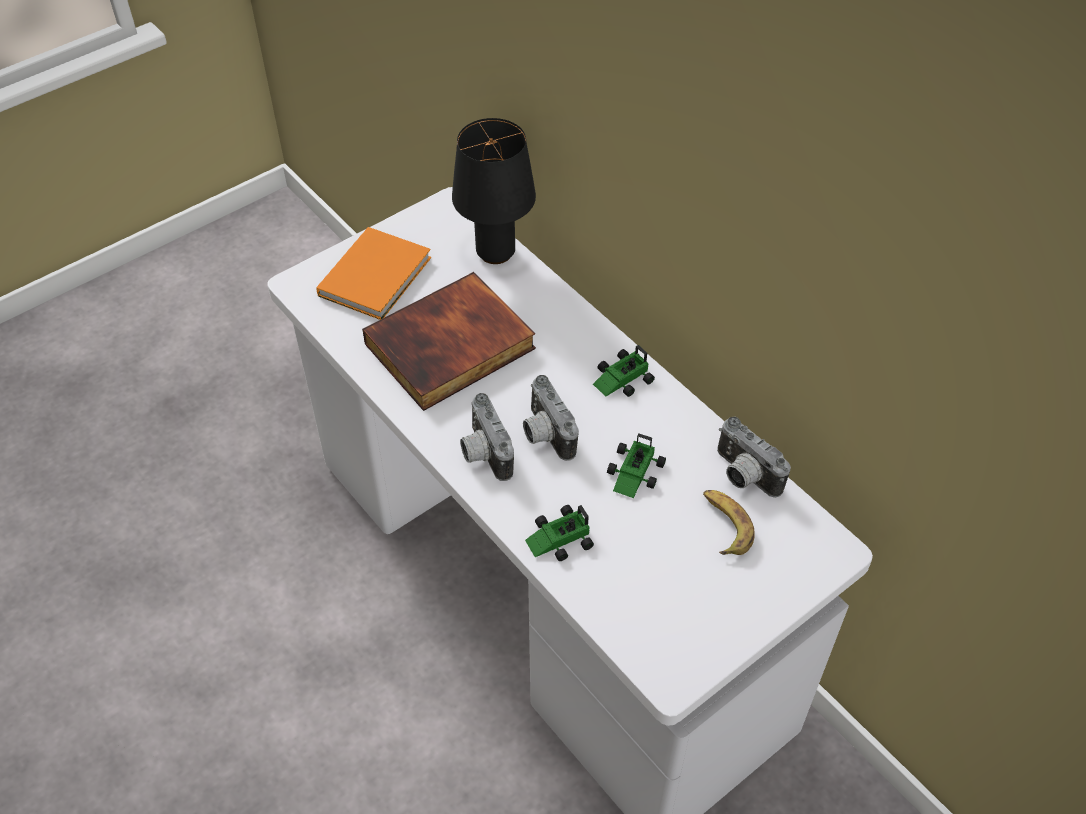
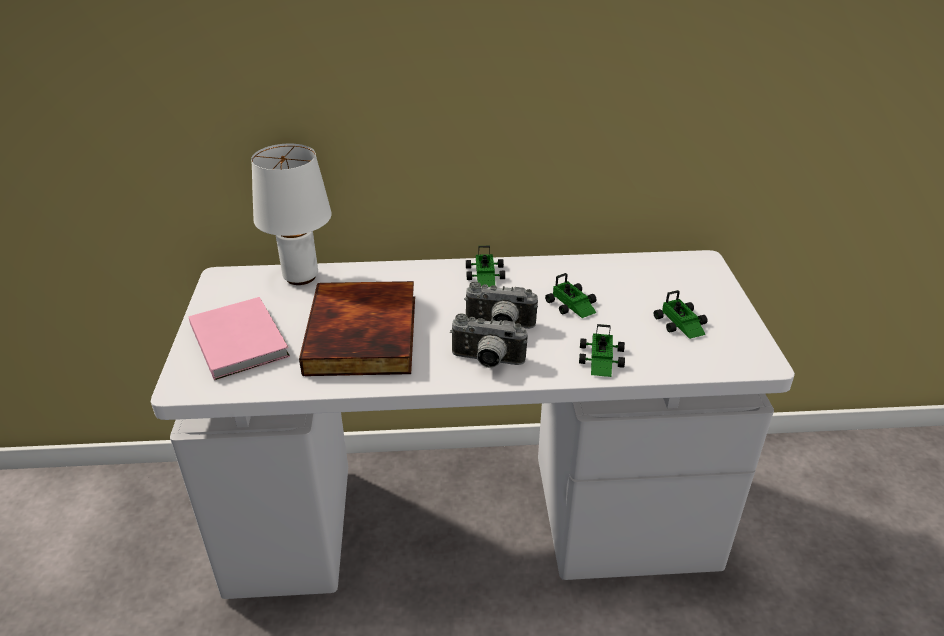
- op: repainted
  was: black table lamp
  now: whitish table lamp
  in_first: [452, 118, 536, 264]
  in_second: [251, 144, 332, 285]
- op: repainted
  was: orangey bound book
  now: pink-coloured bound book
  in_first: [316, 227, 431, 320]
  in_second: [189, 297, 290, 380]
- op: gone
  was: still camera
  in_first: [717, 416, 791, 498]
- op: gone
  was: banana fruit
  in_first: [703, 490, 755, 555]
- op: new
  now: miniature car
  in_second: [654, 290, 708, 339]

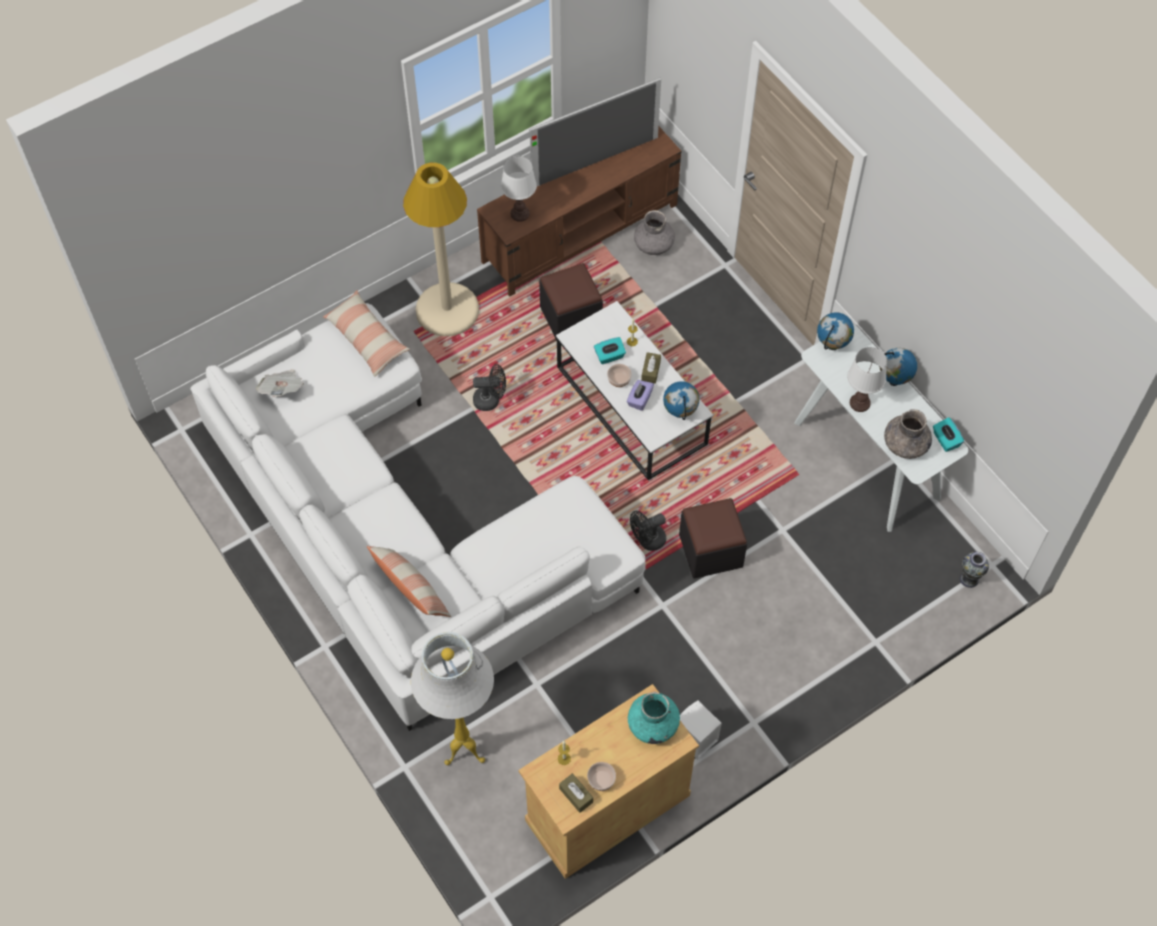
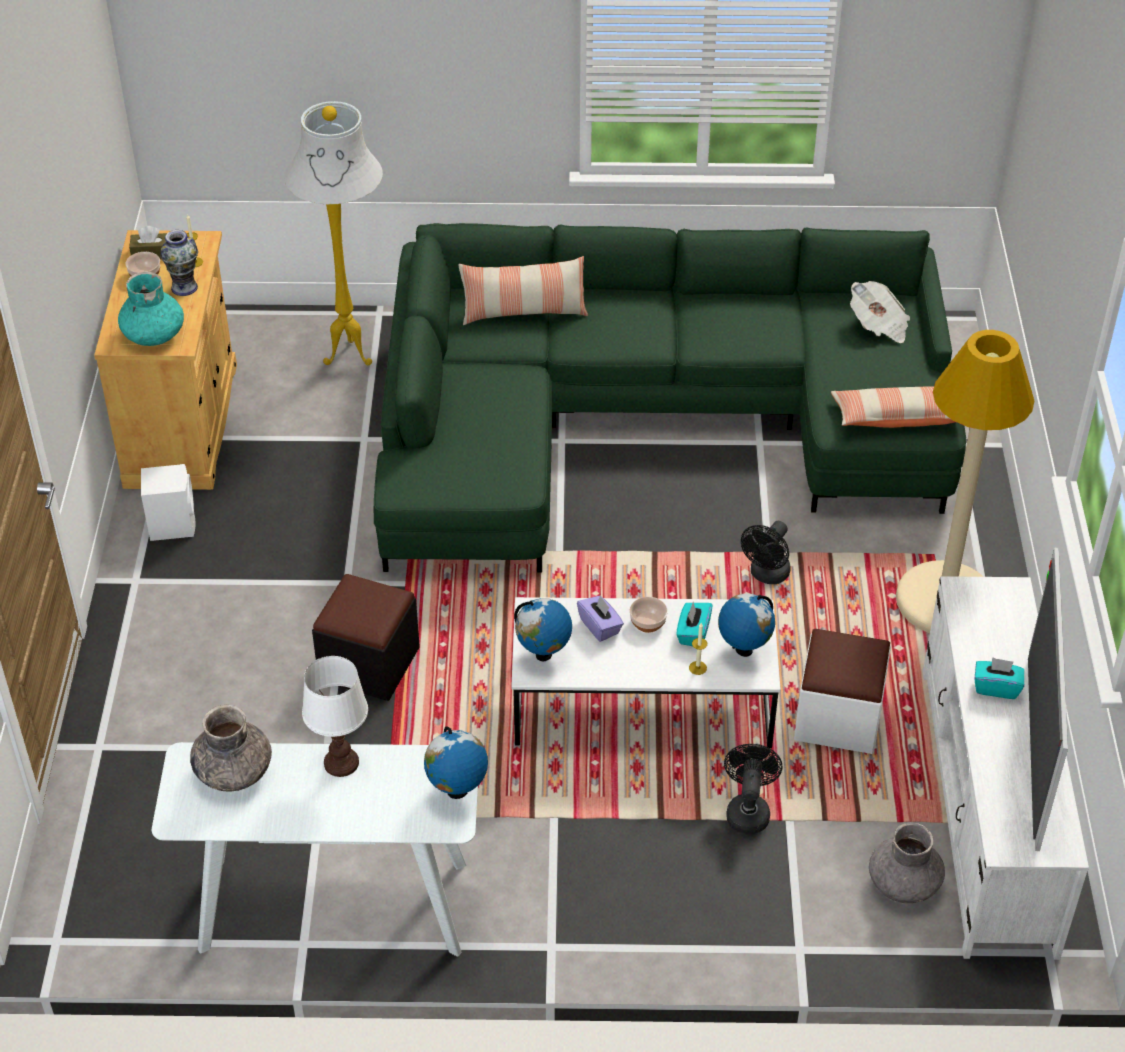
- op: repainted
  was: brown tv stand
  now: whitish tv stand
  in_first: [477, 127, 681, 297]
  in_second: [923, 576, 1089, 960]
- op: gone
  was: whitish table lamp
  in_first: [501, 156, 537, 222]
- op: repainted
  was: black pouffe
  now: whitish pouffe
  in_first: [539, 263, 603, 341]
  in_second: [794, 629, 891, 754]
- op: repainted
  was: whitish couch
  now: green-coloured couch
  in_first: [190, 303, 646, 731]
  in_second: [374, 223, 966, 572]
- op: shifted
  was: world globe
  in_first: [879, 348, 917, 386]
  in_second: [718, 594, 775, 657]
- op: gone
  was: brown tissue holder
  in_first: [641, 352, 661, 384]
- op: shifted
  was: turquoise tissue holder
  in_first: [933, 417, 964, 452]
  in_second: [974, 657, 1024, 699]
- op: shifted
  was: black electric fan
  in_first: [630, 511, 666, 551]
  in_second: [724, 744, 782, 834]
- op: shifted
  was: flower vase
  in_first: [960, 552, 989, 588]
  in_second: [160, 230, 198, 296]

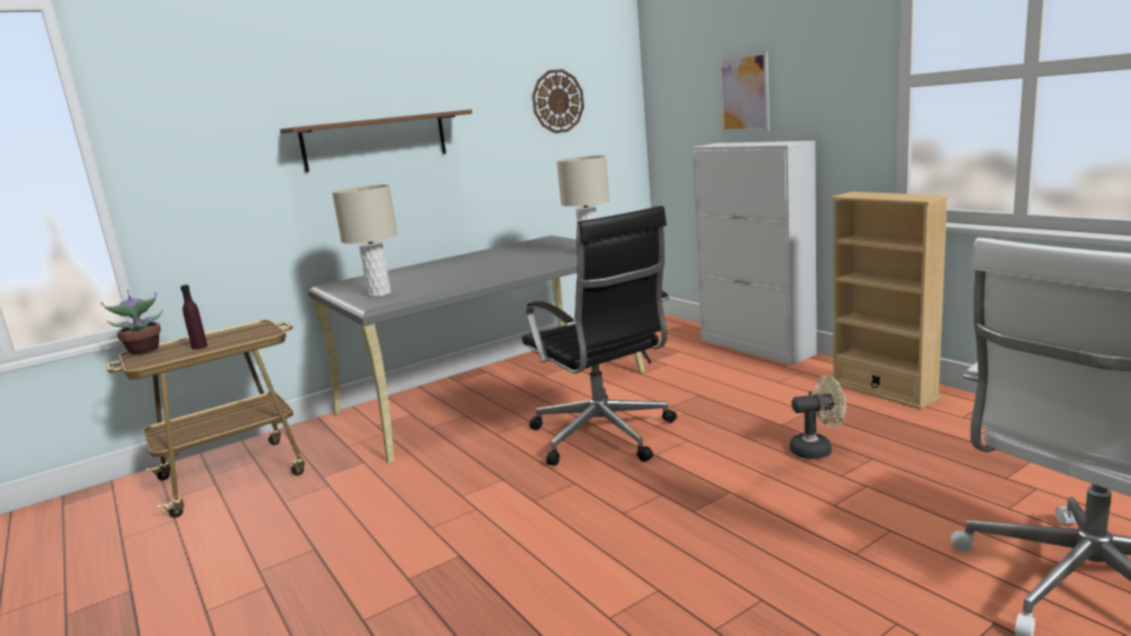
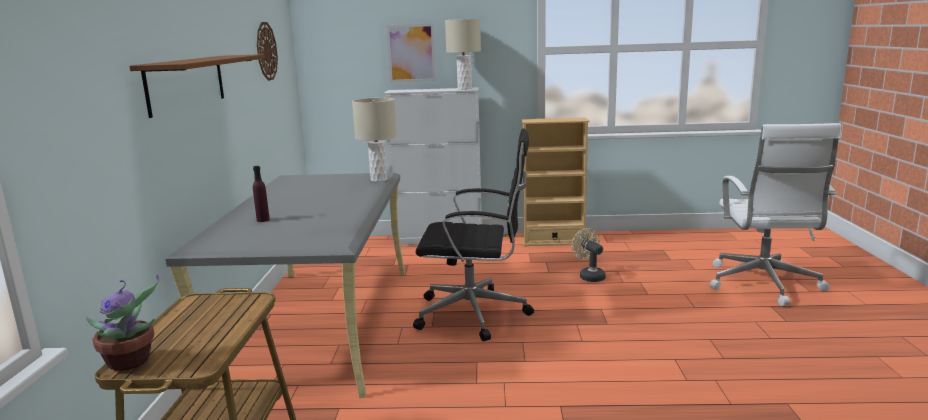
- op: shifted
  was: beige-coloured table lamp
  in_first: [332, 185, 398, 297]
  in_second: [445, 19, 481, 90]
- op: shifted
  was: purple bottle
  in_first: [181, 285, 208, 350]
  in_second: [253, 166, 270, 222]
- op: rotated
  was: beige-coloured electric fan
  in_first: [790, 375, 846, 459]
  in_second: [572, 228, 606, 282]
  clockwise: -60

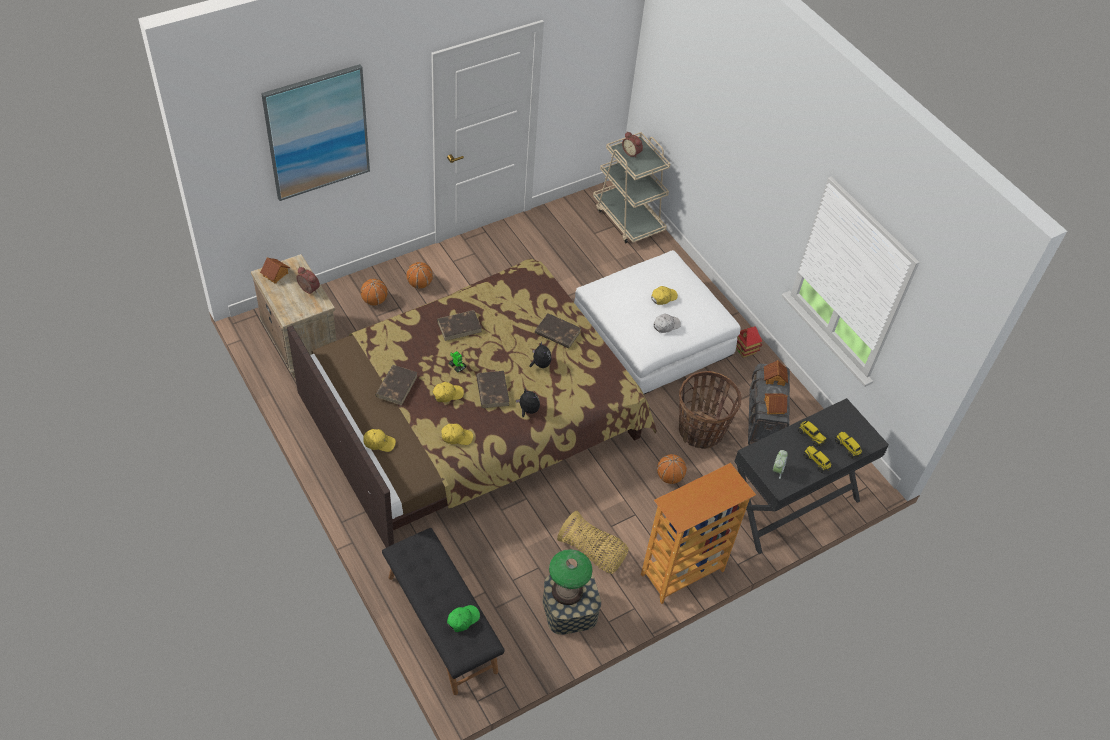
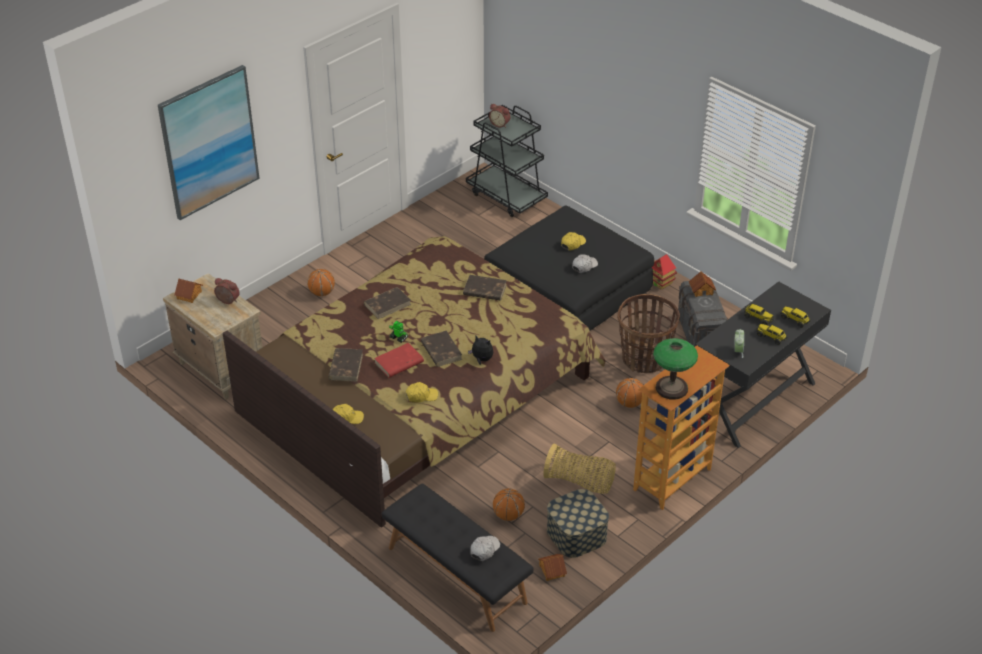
- op: repainted
  was: beige-coloured cart
  now: black cart
  in_first: [593, 132, 670, 243]
  in_second: [466, 105, 548, 217]
- op: repainted
  was: whitish pouffe
  now: black pouffe
  in_first: [574, 250, 741, 394]
  in_second: [484, 205, 654, 330]
- op: shifted
  was: ball for basketball
  in_first: [361, 279, 387, 305]
  in_second: [493, 488, 525, 521]
- op: gone
  was: cuddly toy
  in_first: [529, 341, 551, 368]
- op: swapped
  was: yellow-coloured peaked cap
  now: reddish bound book
  in_first: [433, 382, 464, 402]
  in_second: [374, 343, 424, 378]
- op: shifted
  was: toy house
  in_first: [764, 393, 788, 414]
  in_second: [538, 554, 567, 581]
- op: shifted
  was: table lamp
  in_first: [549, 549, 593, 605]
  in_second: [653, 338, 698, 400]
- op: repainted
  was: green-coloured peaked cap
  now: whitish peaked cap
  in_first: [447, 605, 480, 632]
  in_second: [470, 536, 500, 561]

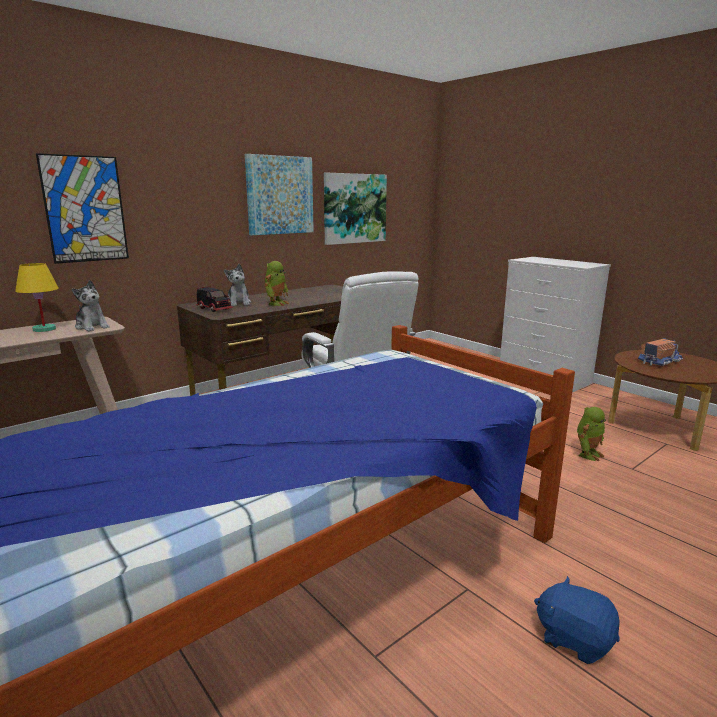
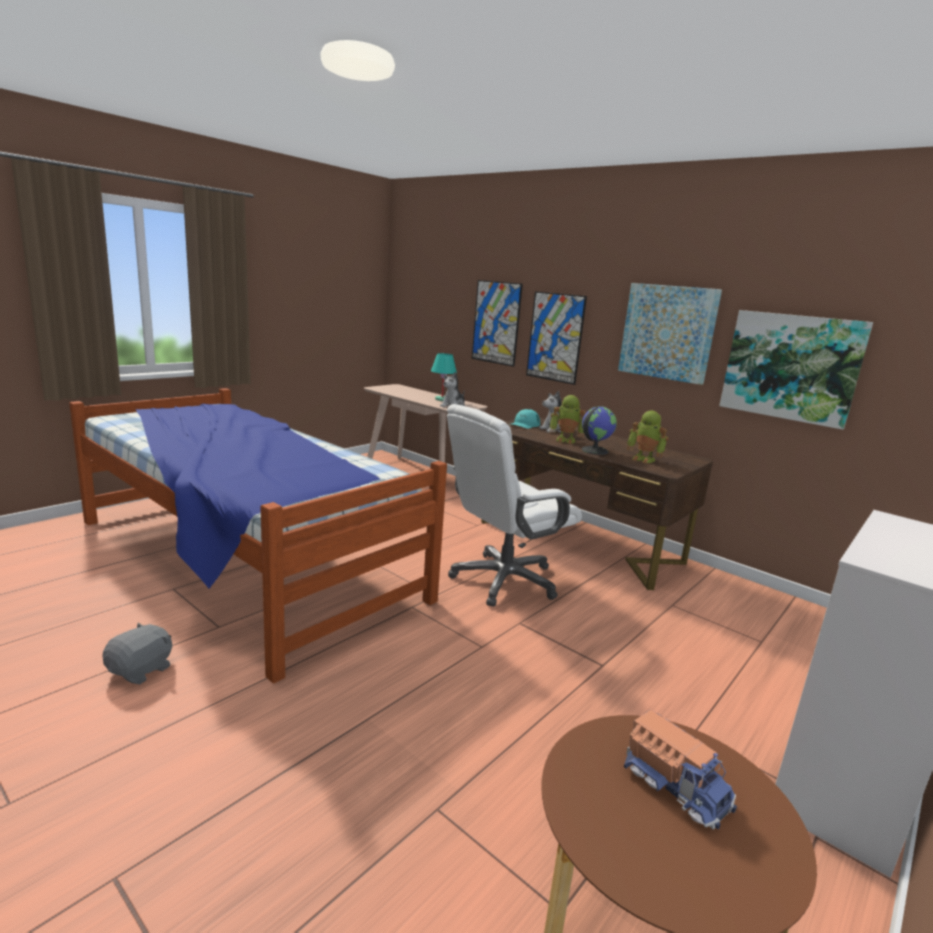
- op: repainted
  was: yellow-coloured table lamp
  now: turquoise table lamp
  in_first: [15, 263, 58, 332]
  in_second: [431, 353, 457, 401]
- op: swapped
  was: model truck
  now: turquoise peaked cap
  in_first: [196, 286, 234, 312]
  in_second: [511, 409, 540, 429]
- op: shifted
  was: robot figure
  in_first: [577, 407, 606, 461]
  in_second: [627, 411, 669, 463]
- op: repainted
  was: blue cuddly toy
  now: greyish cuddly toy
  in_first: [534, 576, 620, 664]
  in_second: [102, 623, 172, 684]
- op: new
  now: wall art
  in_second: [526, 292, 587, 385]
- op: new
  now: world globe
  in_second: [582, 406, 617, 455]

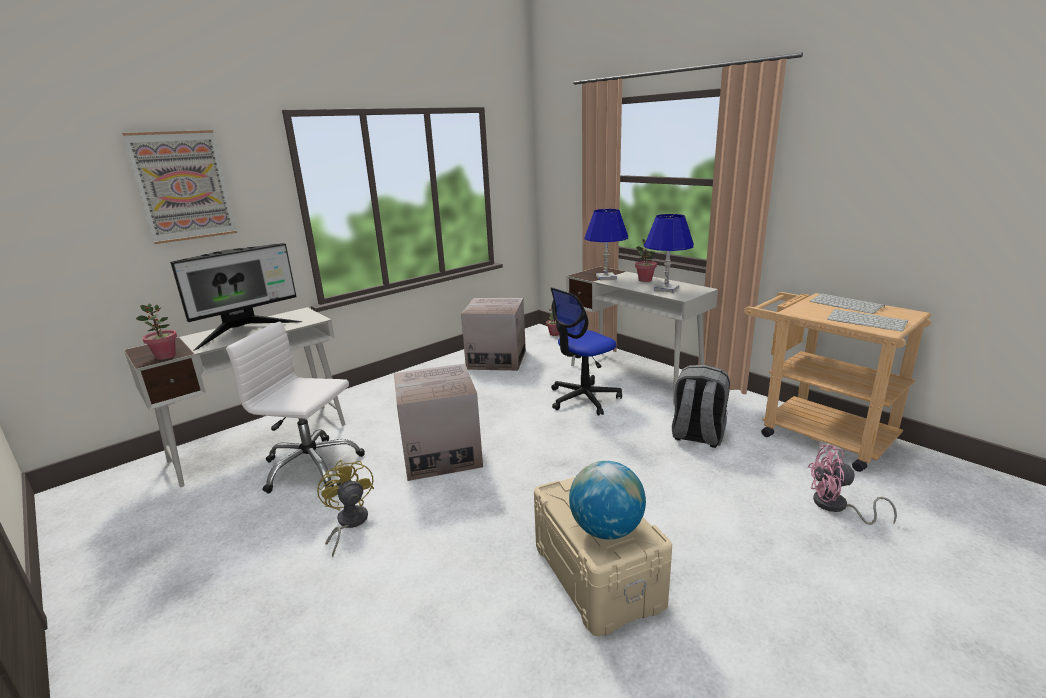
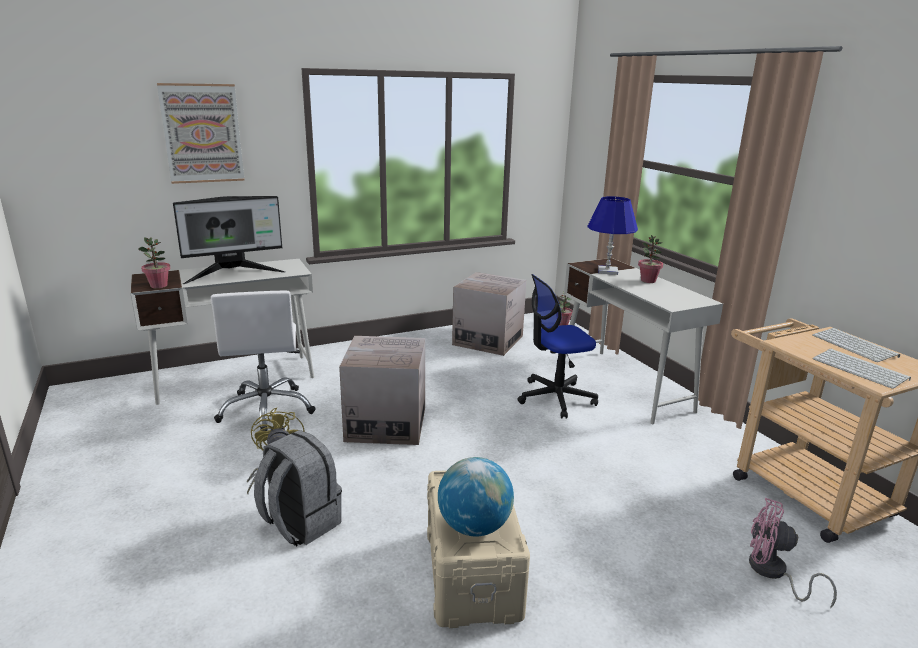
- op: gone
  was: blue table lamp
  in_first: [644, 214, 694, 293]
- op: rotated
  was: whitish desk chair
  in_first: [226, 322, 365, 493]
  in_second: [211, 291, 316, 431]
  clockwise: -135
- op: shifted
  was: greyish knapsack
  in_first: [672, 365, 730, 448]
  in_second: [254, 430, 342, 546]

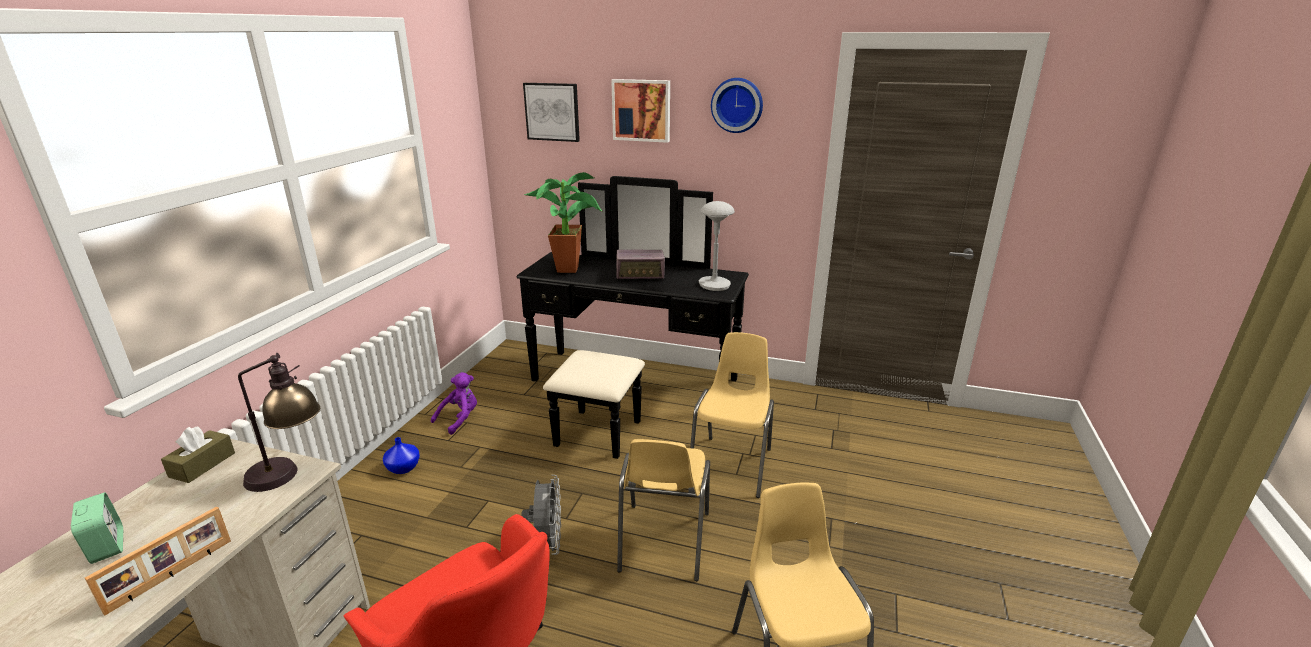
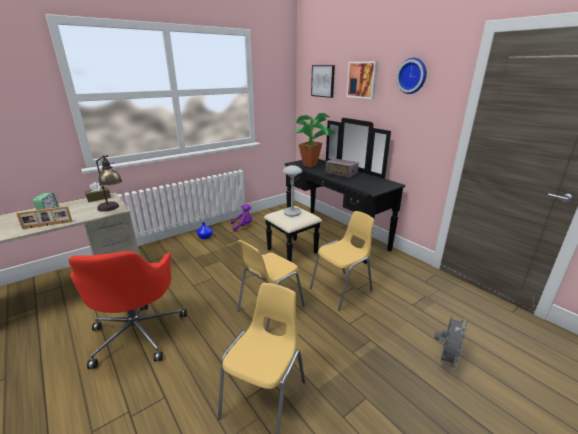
- op: shifted
  was: greyish table lamp
  in_first: [699, 201, 735, 291]
  in_second: [283, 165, 302, 217]
- op: shifted
  was: greyish electric fan
  in_first: [521, 475, 561, 555]
  in_second: [434, 316, 467, 370]

